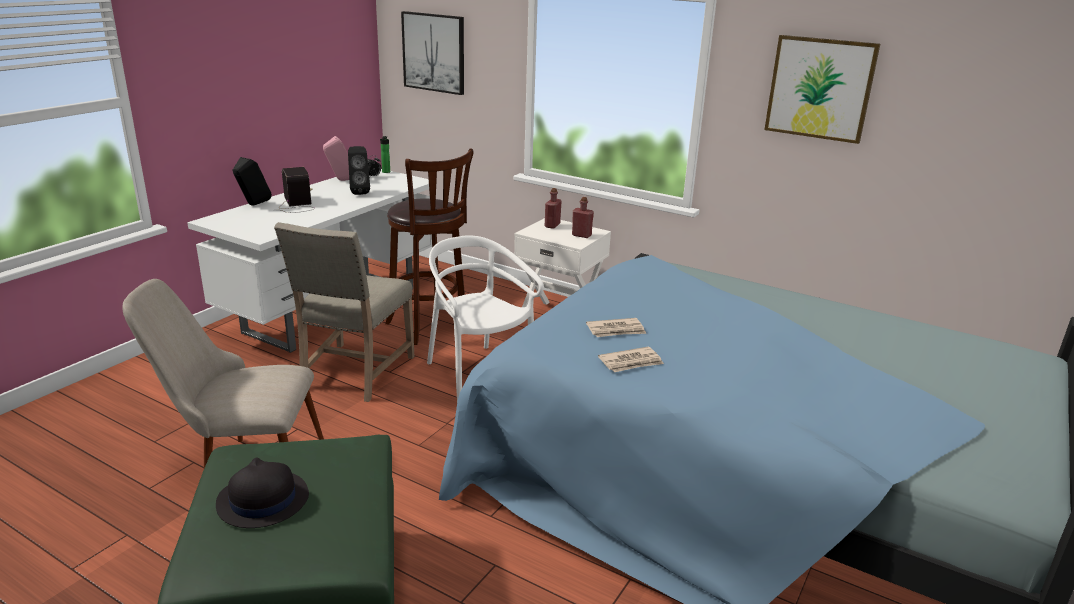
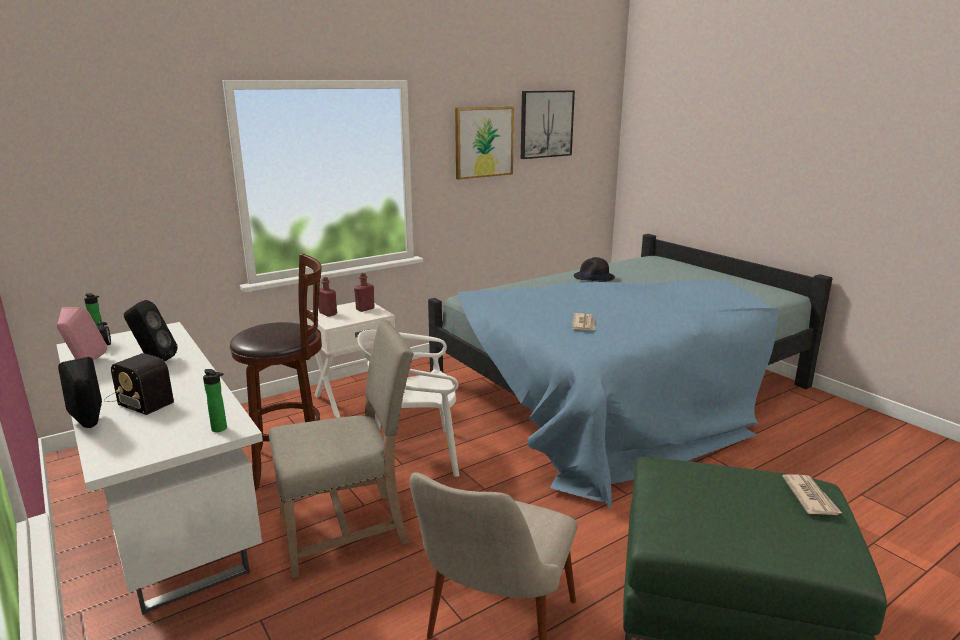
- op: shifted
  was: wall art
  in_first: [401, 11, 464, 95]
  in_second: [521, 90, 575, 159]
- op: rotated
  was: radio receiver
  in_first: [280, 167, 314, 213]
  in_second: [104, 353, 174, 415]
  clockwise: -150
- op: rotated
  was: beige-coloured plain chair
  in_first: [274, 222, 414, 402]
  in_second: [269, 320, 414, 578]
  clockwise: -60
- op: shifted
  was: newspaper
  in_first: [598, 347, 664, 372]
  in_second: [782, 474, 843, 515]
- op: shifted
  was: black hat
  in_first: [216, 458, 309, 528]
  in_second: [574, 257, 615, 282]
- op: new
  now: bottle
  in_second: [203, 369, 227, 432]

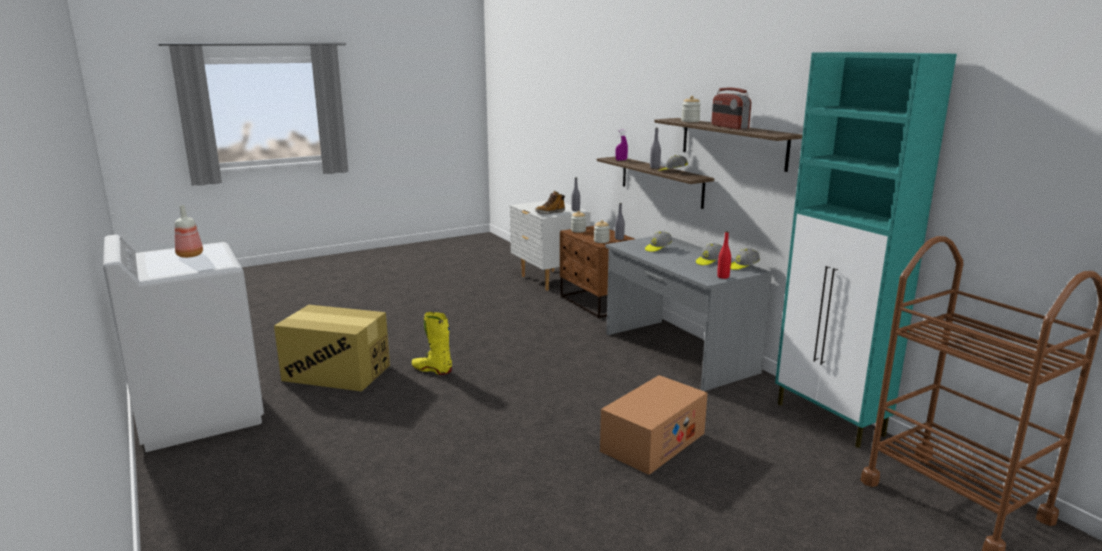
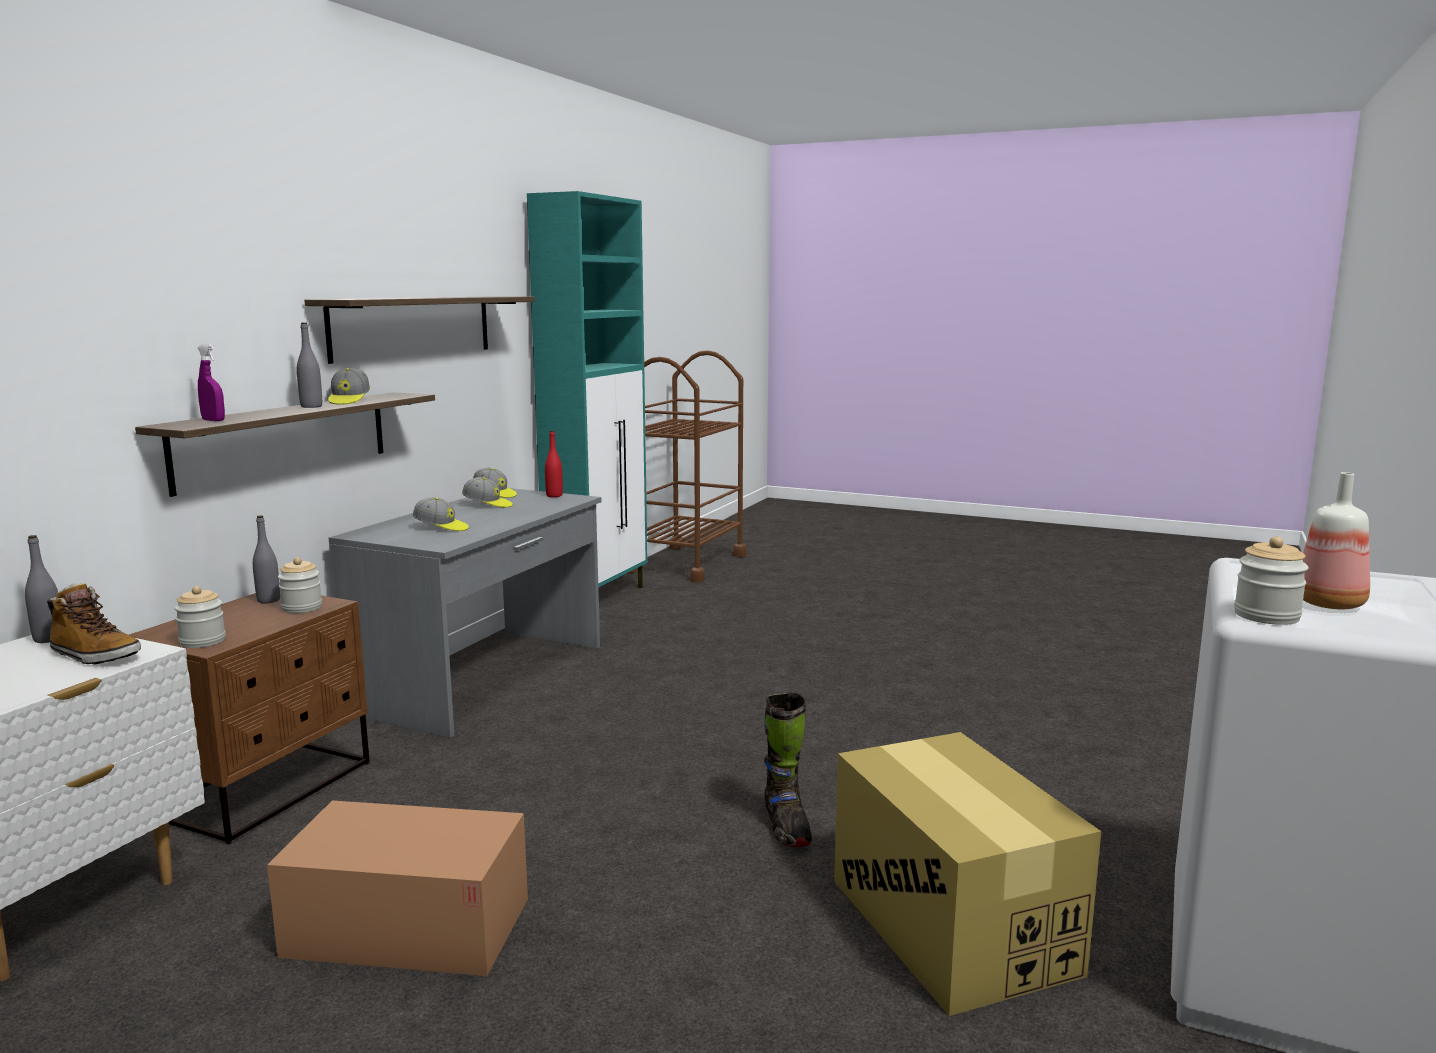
- op: gone
  was: radio receiver
  in_first: [711, 88, 751, 130]
- op: shifted
  was: storage jar
  in_first: [681, 96, 701, 122]
  in_second: [1234, 536, 1309, 625]
- op: repainted
  was: yellow-coloured boot
  now: black boot
  in_first: [412, 312, 452, 375]
  in_second: [764, 692, 812, 847]
- op: shifted
  was: packing box
  in_first: [600, 375, 708, 475]
  in_second: [267, 800, 528, 976]

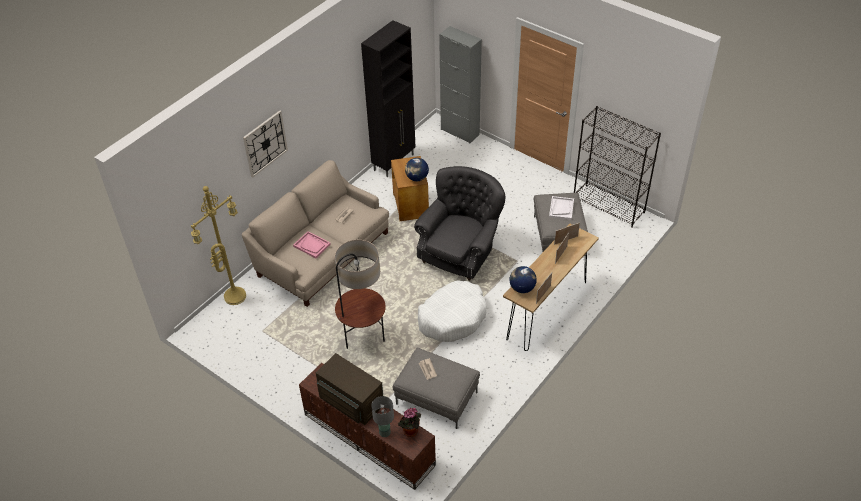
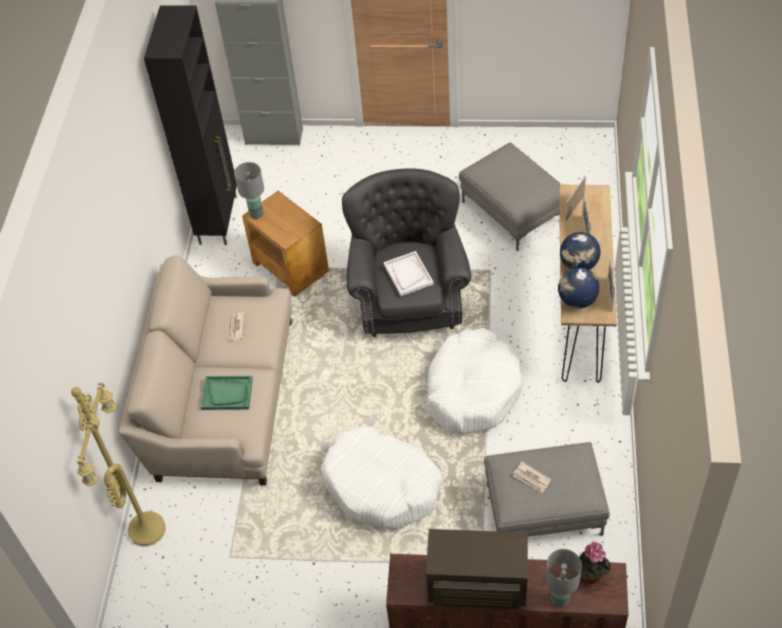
- op: gone
  was: black shelving unit
  in_first: [574, 106, 661, 228]
- op: gone
  was: hanging clock
  in_first: [243, 110, 288, 178]
- op: shifted
  was: world globe
  in_first: [405, 158, 429, 181]
  in_second: [560, 232, 601, 270]
- op: shifted
  was: whitish serving tray
  in_first: [549, 196, 574, 220]
  in_second: [384, 251, 434, 296]
- op: repainted
  was: pink-coloured serving tray
  now: green-coloured serving tray
  in_first: [293, 231, 331, 258]
  in_second: [201, 376, 253, 410]
- op: swapped
  was: standard lamp
  now: whitish pet bed
  in_first: [335, 240, 386, 349]
  in_second: [321, 427, 442, 529]
- op: new
  now: greyish table lamp
  in_second: [234, 162, 264, 219]

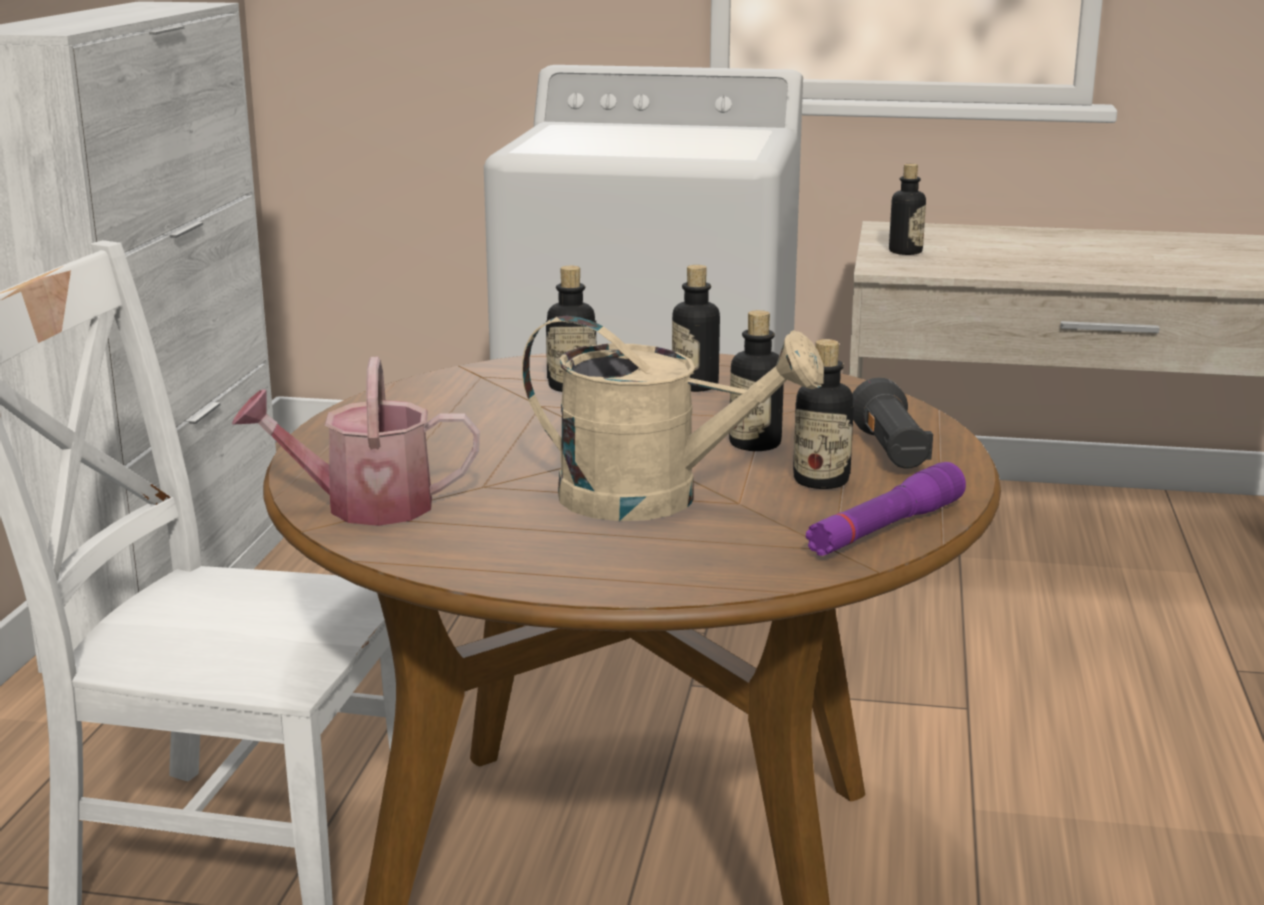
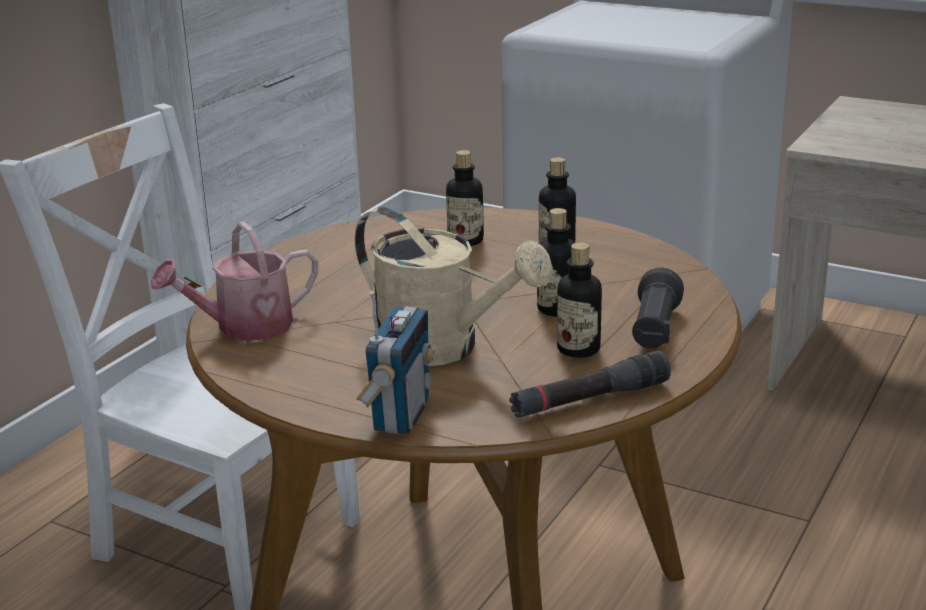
- op: gone
  was: bottle
  in_first: [889, 164, 926, 255]
- op: rotated
  was: watering pot
  in_first: [232, 357, 480, 526]
  in_second: [151, 221, 318, 341]
  clockwise: -45
- op: repainted
  was: purple flashlight
  now: black flashlight
  in_first: [806, 462, 966, 556]
  in_second: [509, 351, 671, 417]
- op: new
  now: radio receiver
  in_second: [356, 291, 435, 434]

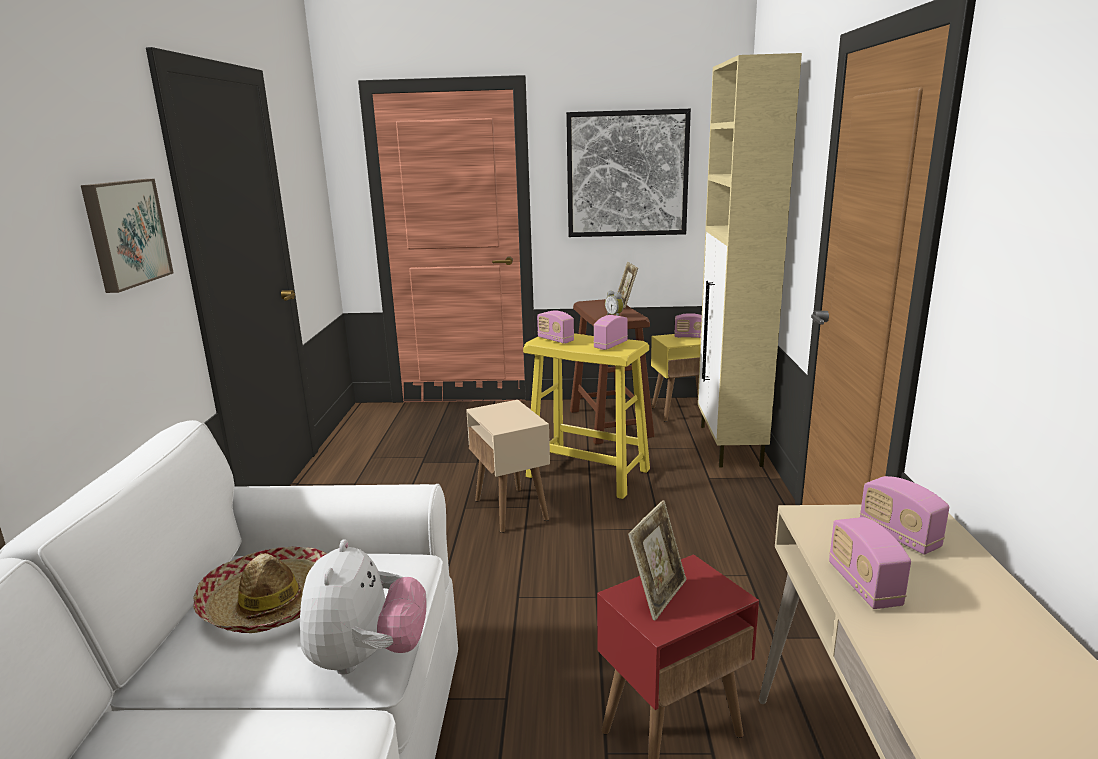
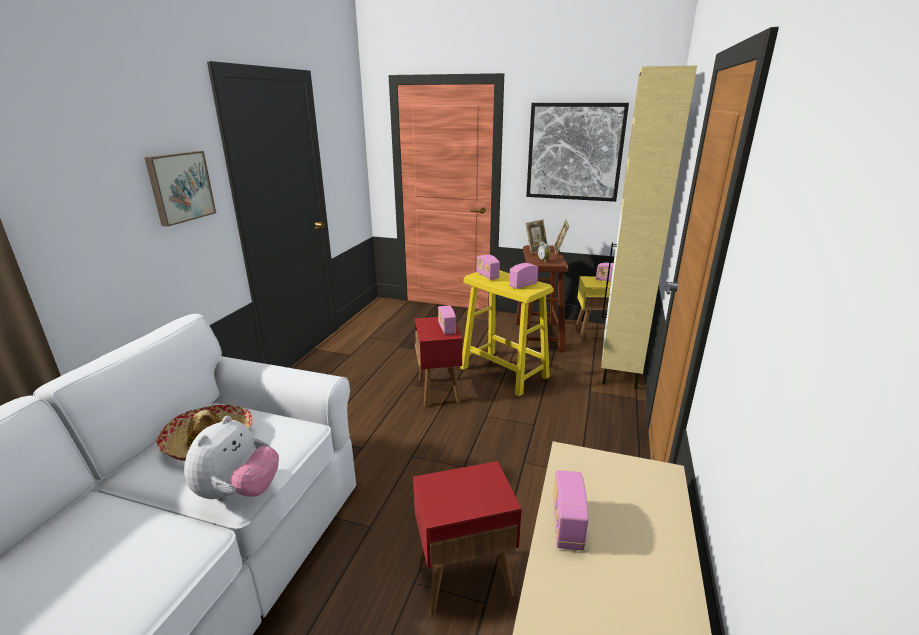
- op: repainted
  was: beige-coloured end table
  now: reddish end table
  in_first: [466, 400, 550, 533]
  in_second: [415, 317, 462, 407]
- op: shifted
  was: radio receiver
  in_first: [860, 476, 949, 555]
  in_second: [438, 306, 456, 334]
- op: shifted
  was: picture frame
  in_first: [628, 500, 686, 620]
  in_second: [525, 220, 547, 254]

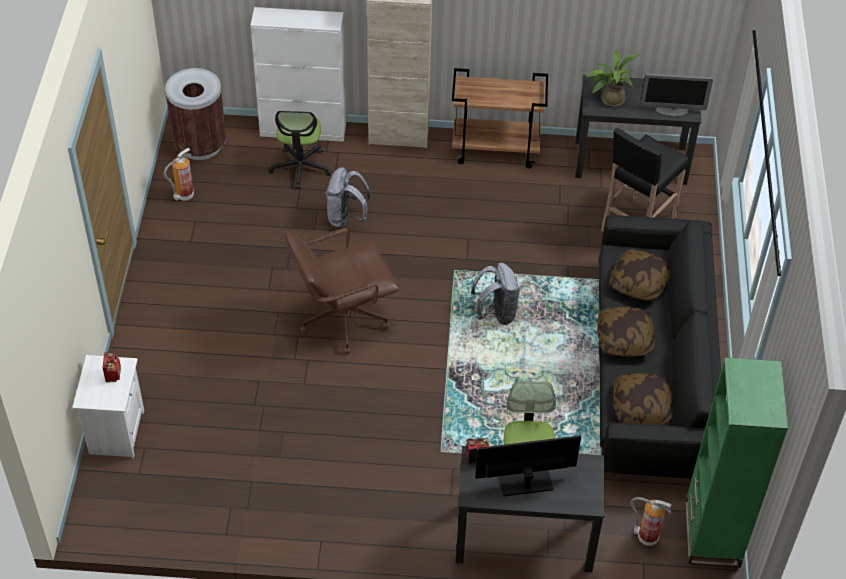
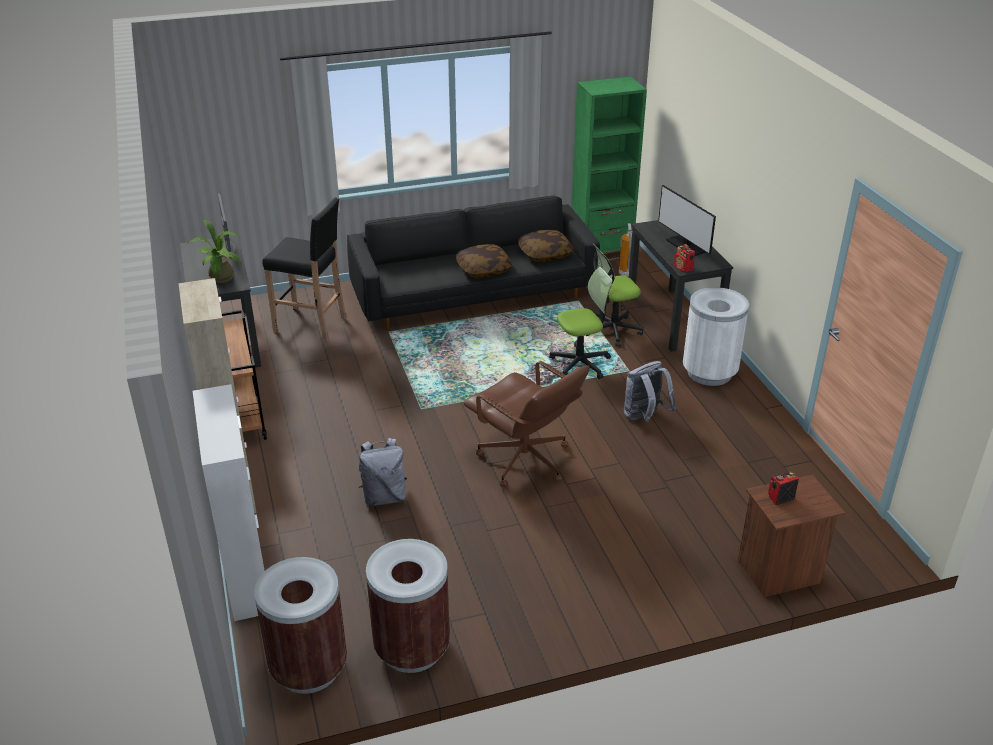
- op: shifted
  was: desk chair
  in_first: [268, 111, 332, 189]
  in_second: [549, 267, 613, 379]
- op: swapped
  was: extinguisher
  now: brown rubbish bin
  in_first: [164, 148, 194, 201]
  in_second: [366, 539, 450, 673]
- op: gone
  was: pillow
  in_first: [610, 249, 670, 301]
- op: shifted
  was: greyish knapsack
  in_first: [471, 263, 520, 325]
  in_second: [624, 361, 676, 422]
- op: repainted
  was: whitish nightstand
  now: brown nightstand
  in_first: [72, 355, 144, 458]
  in_second: [738, 475, 845, 597]
- op: new
  now: whitish rubbish bin
  in_second: [683, 287, 749, 386]

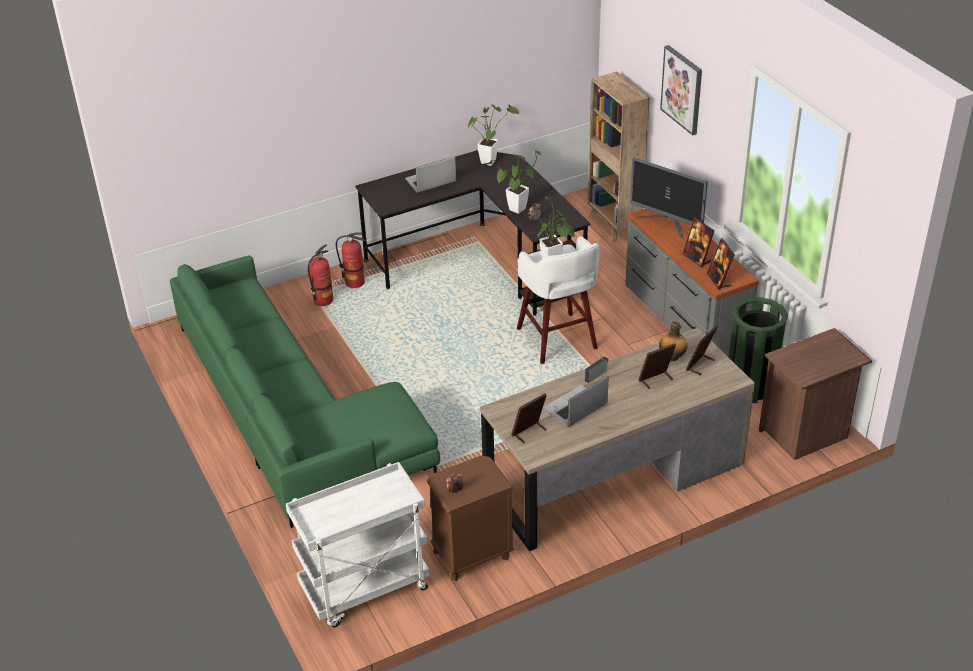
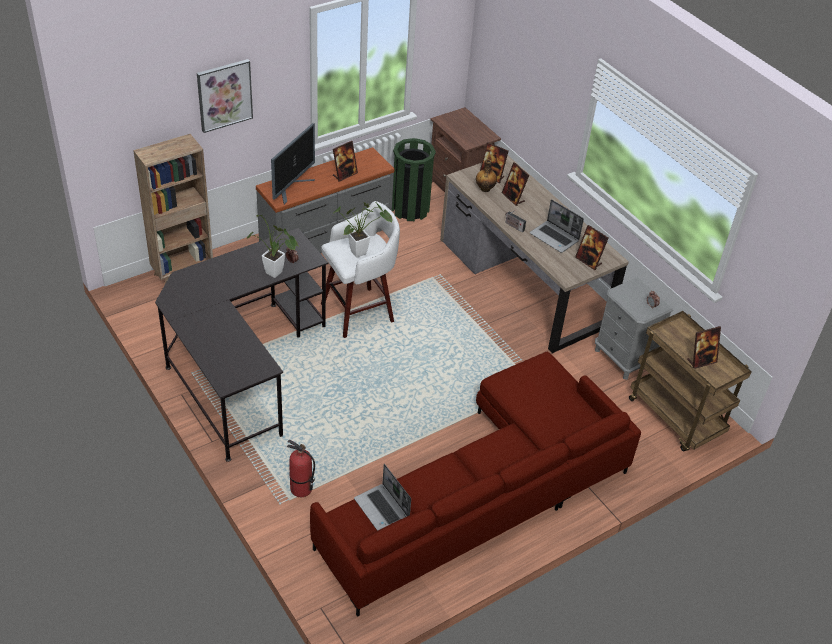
- op: gone
  was: plant in a pot
  in_first: [468, 104, 519, 166]
- op: shifted
  was: notebook computer
  in_first: [405, 156, 457, 193]
  in_second: [354, 464, 411, 531]
- op: gone
  was: extinguisher
  in_first: [336, 232, 365, 288]
- op: shifted
  was: picture frame
  in_first: [707, 238, 735, 290]
  in_second: [687, 326, 721, 369]
- op: repainted
  was: green-coloured couch
  now: reddish couch
  in_first: [170, 255, 440, 528]
  in_second: [310, 352, 641, 617]
- op: repainted
  was: brown nightstand
  now: greyish nightstand
  in_first: [427, 455, 514, 581]
  in_second: [595, 277, 673, 380]
- op: repainted
  was: whitish cart
  now: brown cart
  in_first: [286, 462, 430, 628]
  in_second: [629, 311, 752, 452]

